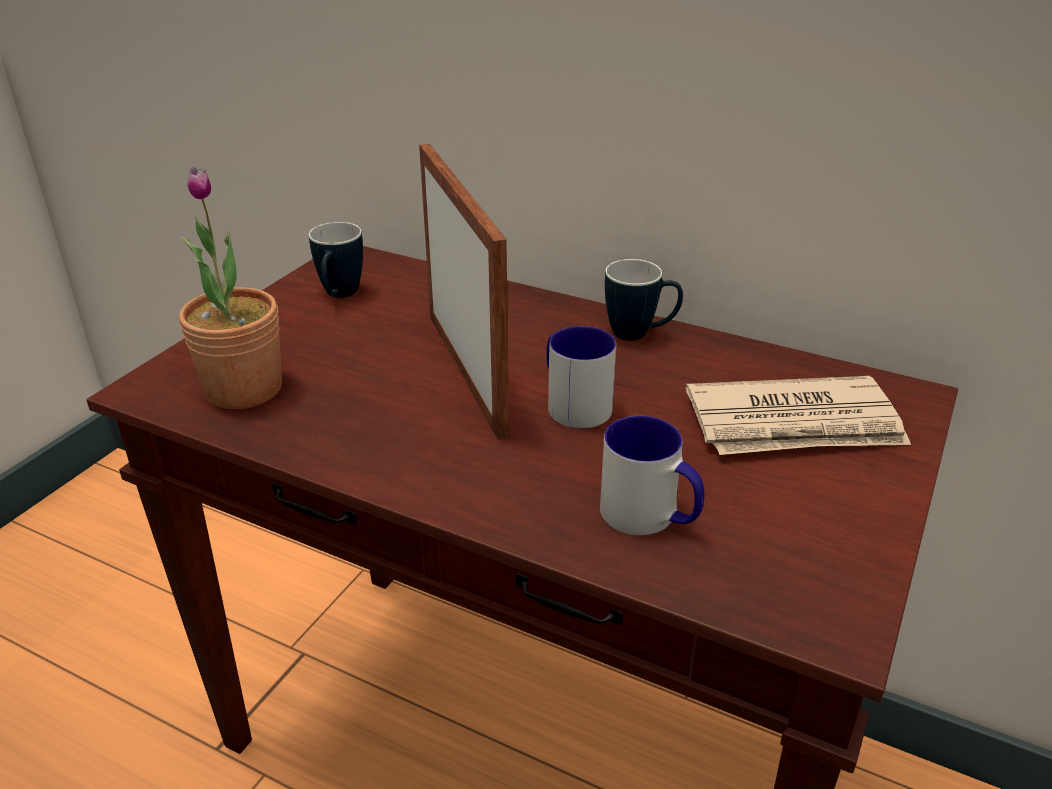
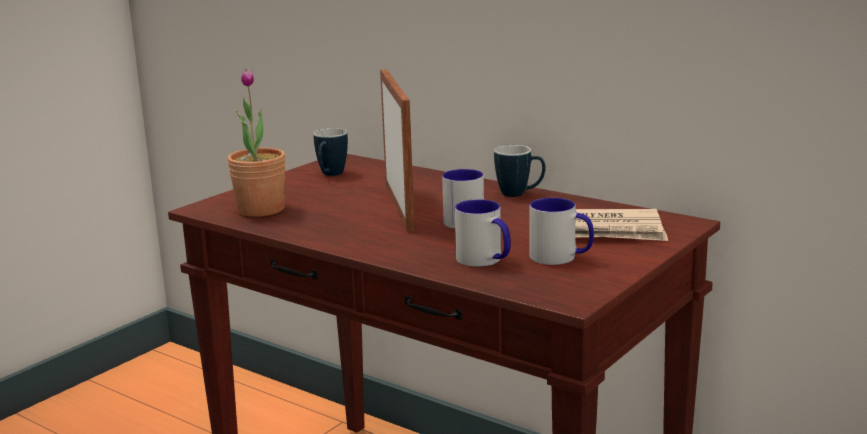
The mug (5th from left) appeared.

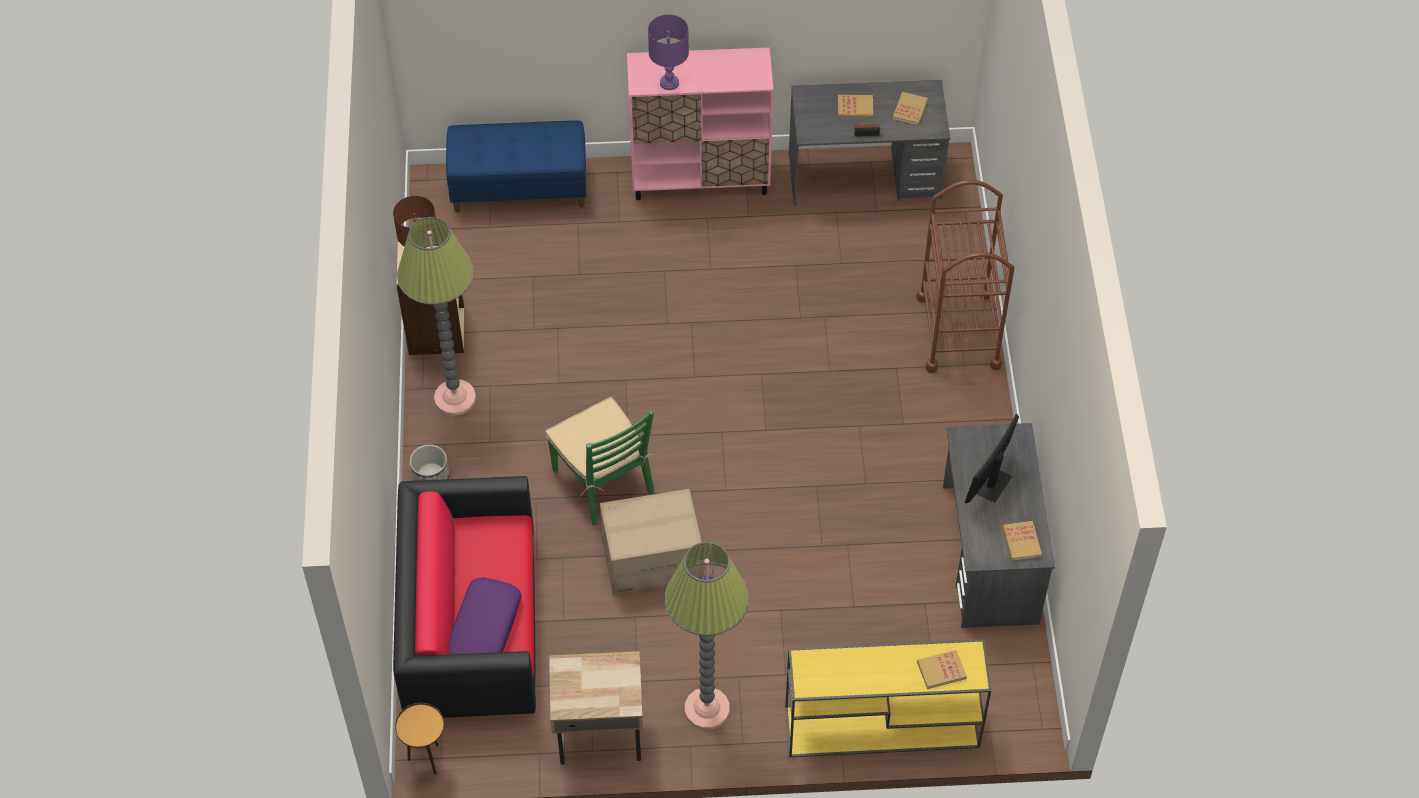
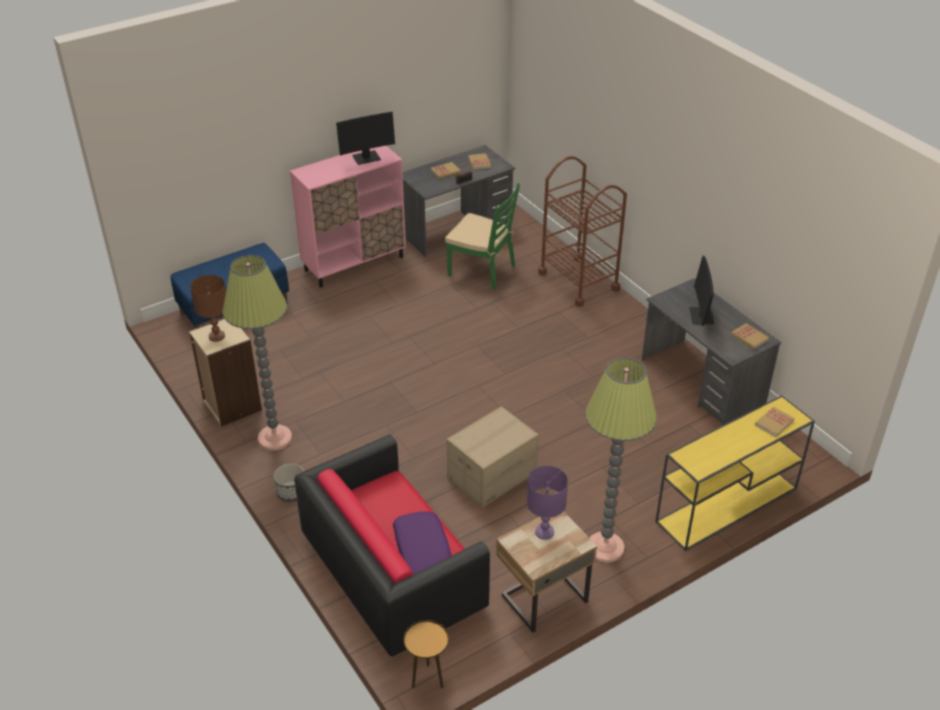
The écran d'ordinateur (1st from left) appeared.
The chaise [vert] moved.
The lampe de table [violet] moved.

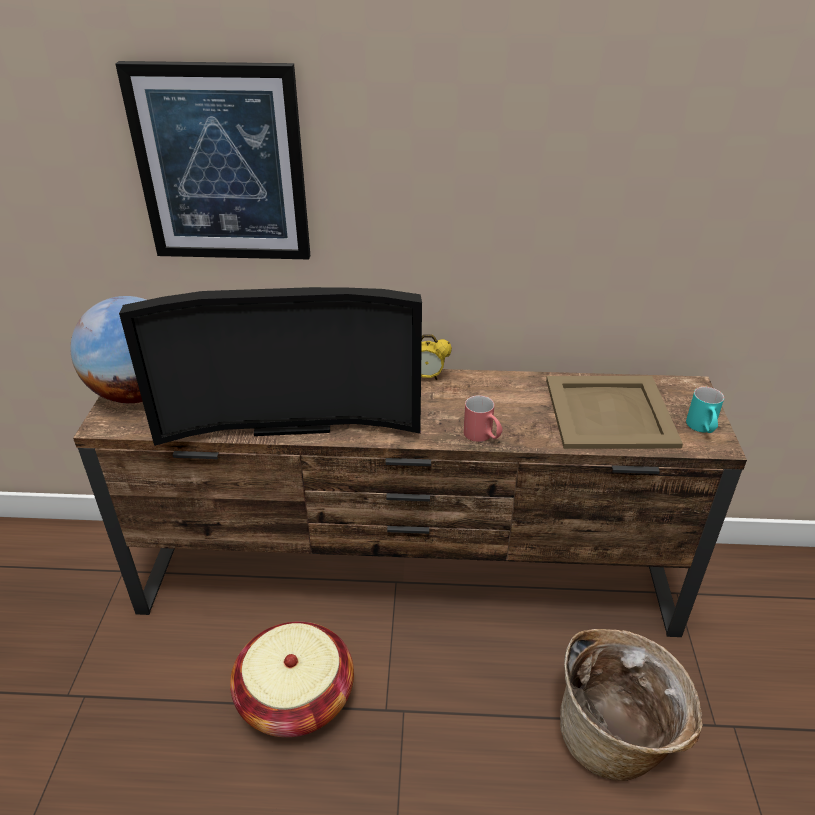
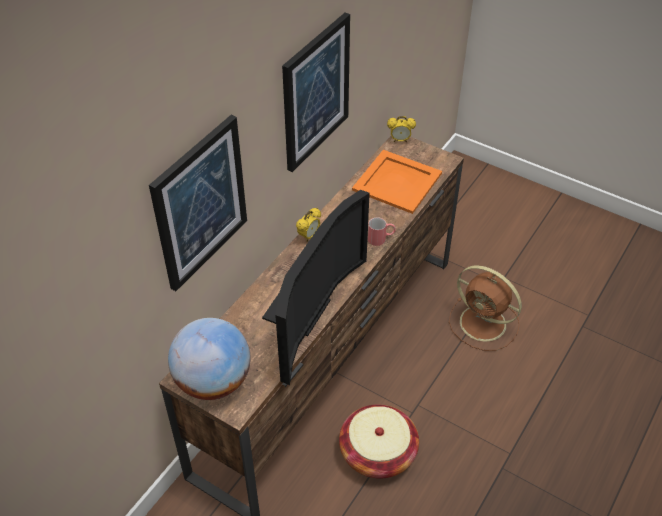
The mug [turquoise] disappeared.
The tableau (2nd from left) appeared.
The réveil (2nd from left) appeared.
The panier (2nd from left) was replaced by the ventilateur [marron].
The plateau [beige] became the plateau [orange].

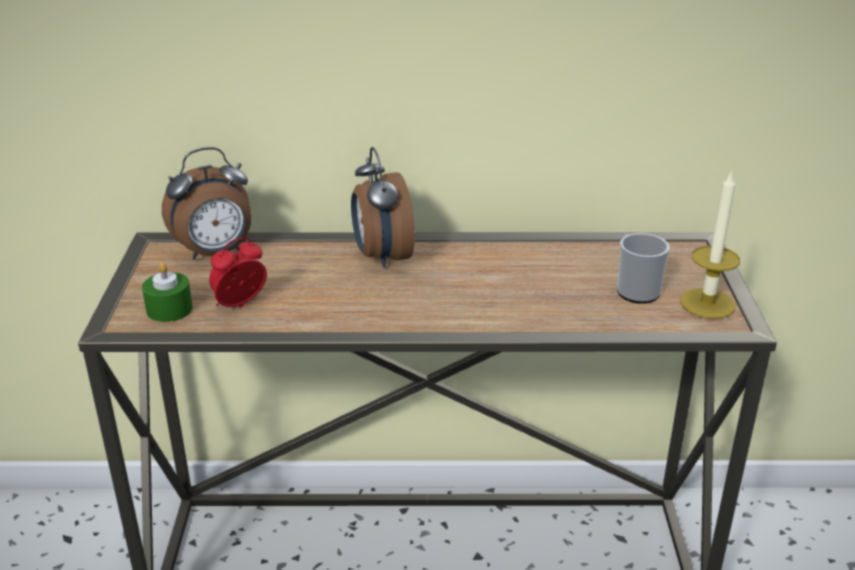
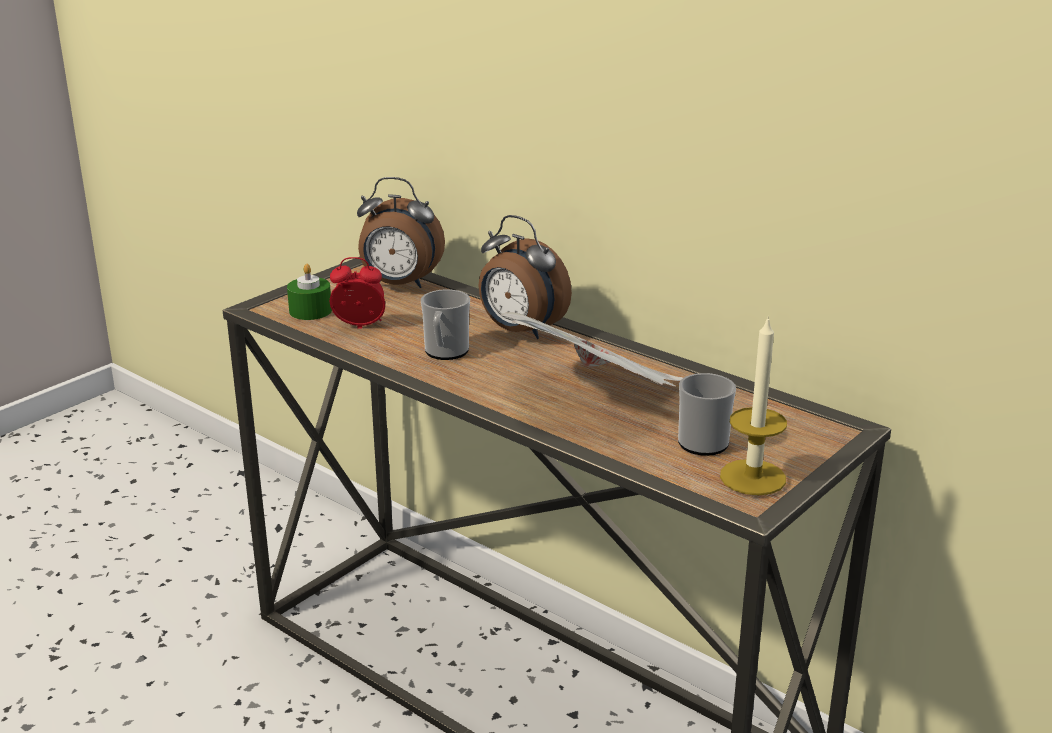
The mug (1st from left) appeared.
The journal appeared.
The réveil (3rd from left) turned 75 degrees counterclockwise.

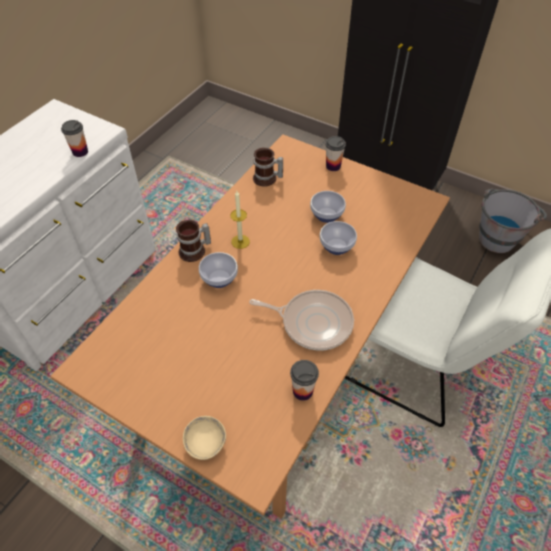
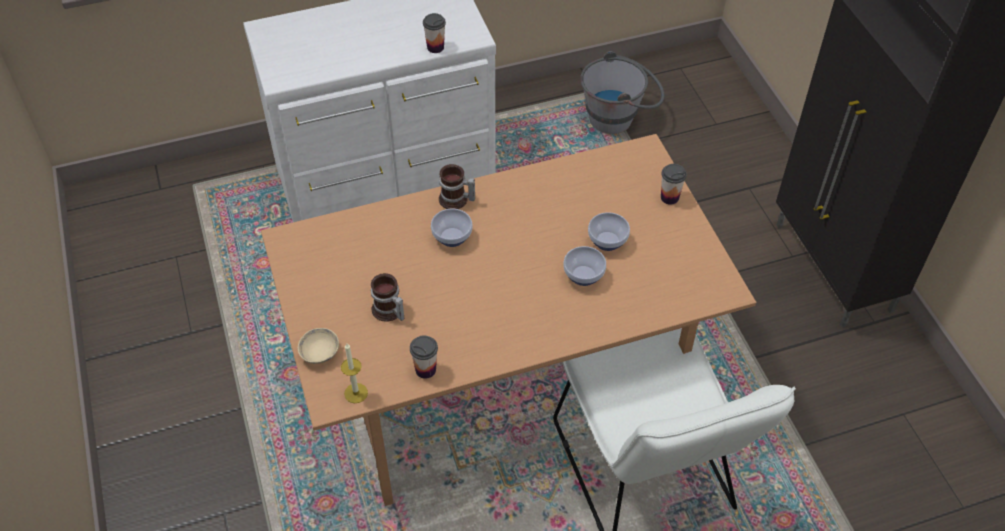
The poêle disappeared.
The bougie moved.
The mug (2nd from left in the first image) moved.
The seau [gris] moved.

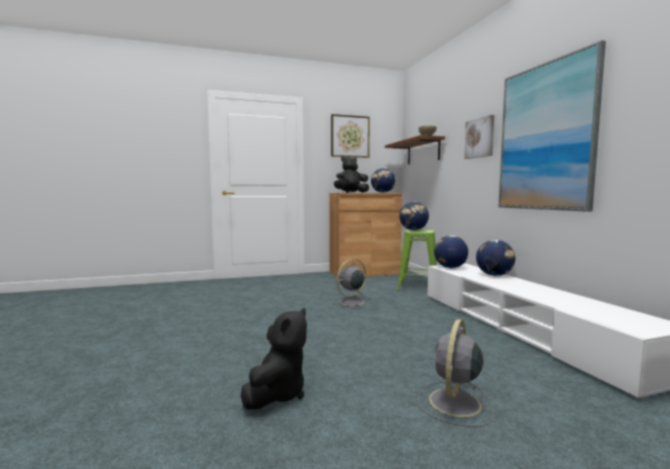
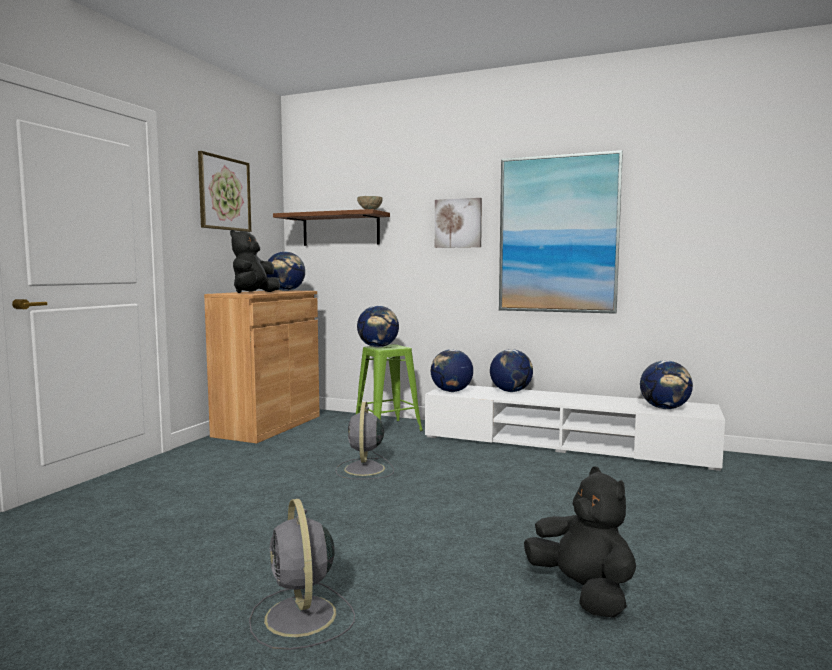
The globe (5th from left) appeared.
The ventilateur [gris] (2nd from left in the first image) moved.

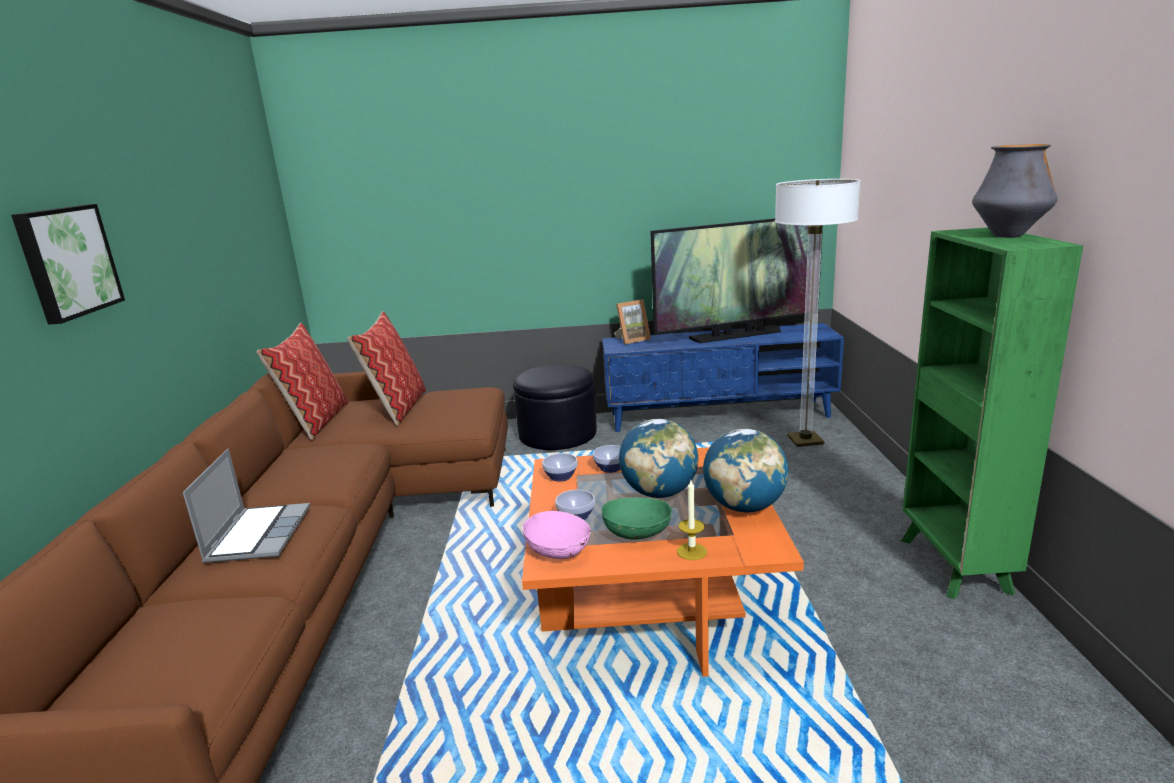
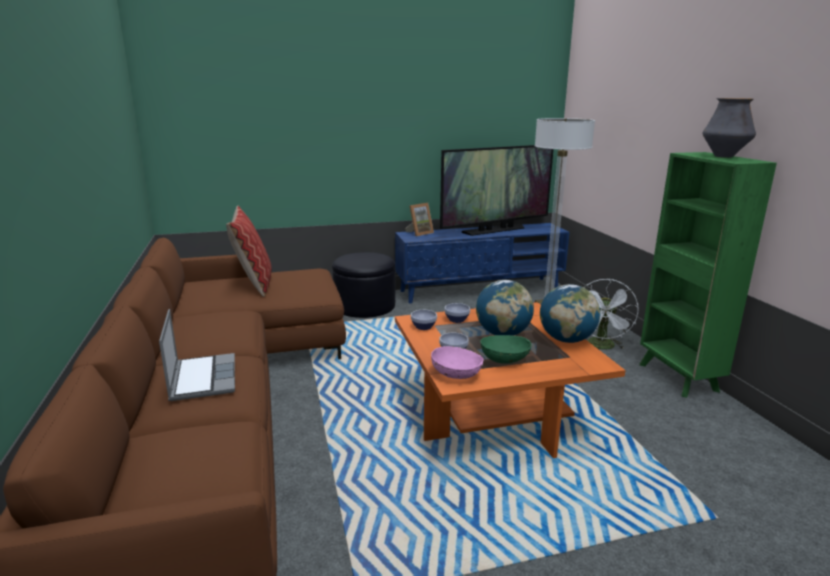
The tableau disappeared.
The coussin (1st from left) disappeared.
The bougie disappeared.
The ventilateur [blanc] appeared.

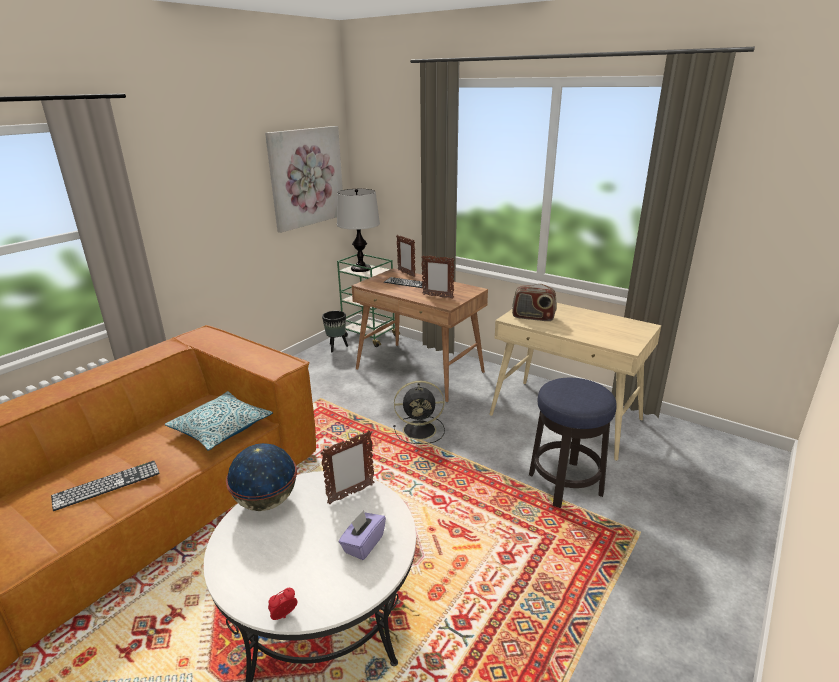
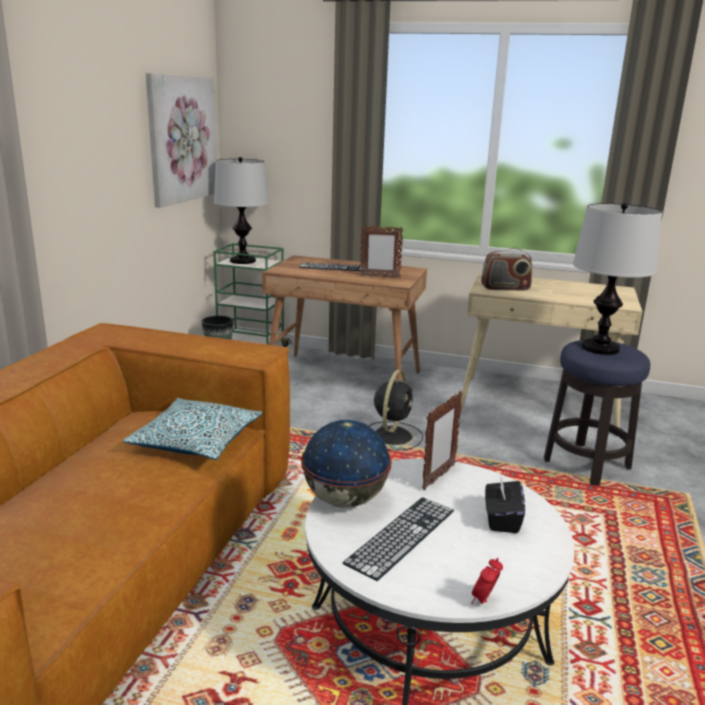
The cadre photo (2nd from left) disappeared.
The lampe de table (2nd from left) appeared.
The clavier (1st from left in the first image) moved.
The boîte à mouchoirs [violet] became the boîte à mouchoirs [noir].
The ventilateur [noir] turned 45 degrees counterclockwise.

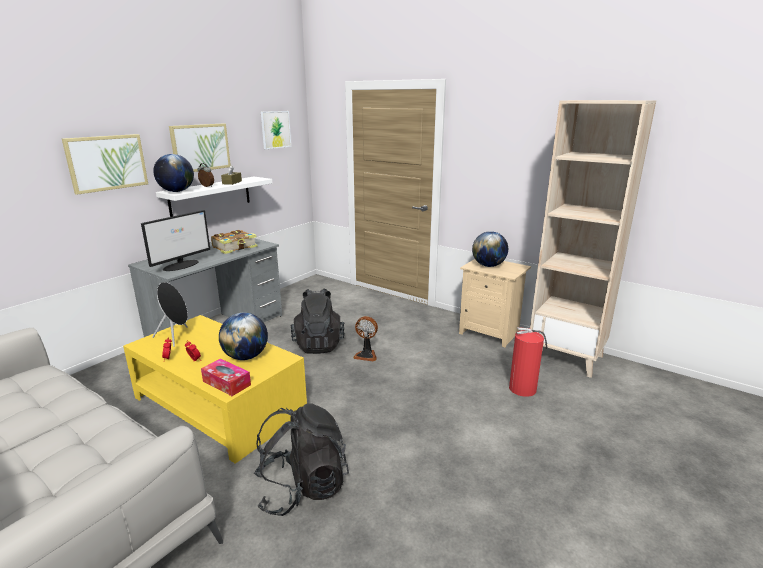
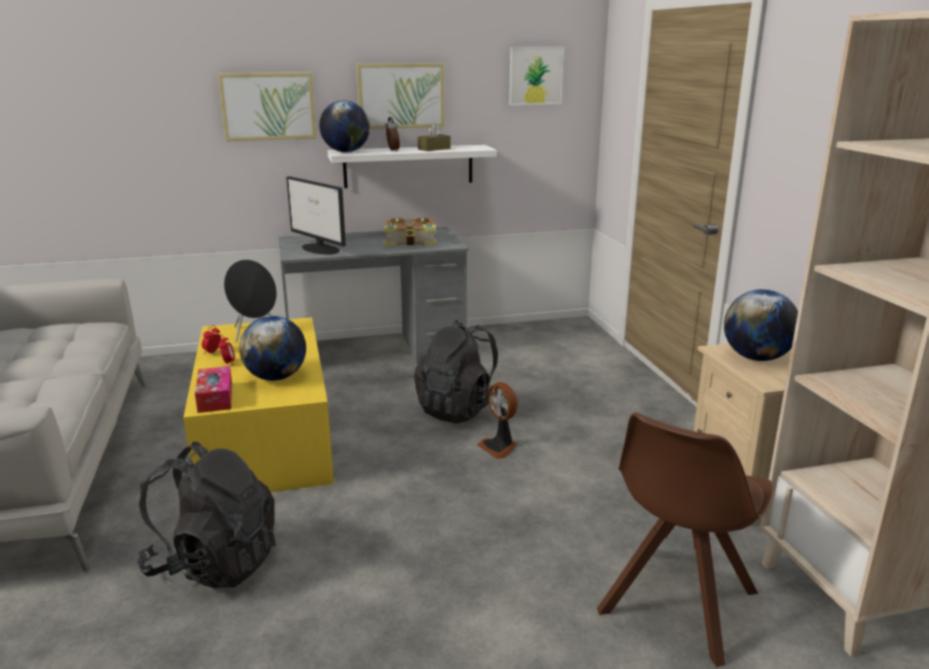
The extincteur was replaced by the chaise [marron].
The écran d'ordinateur turned 60 degrees clockwise.

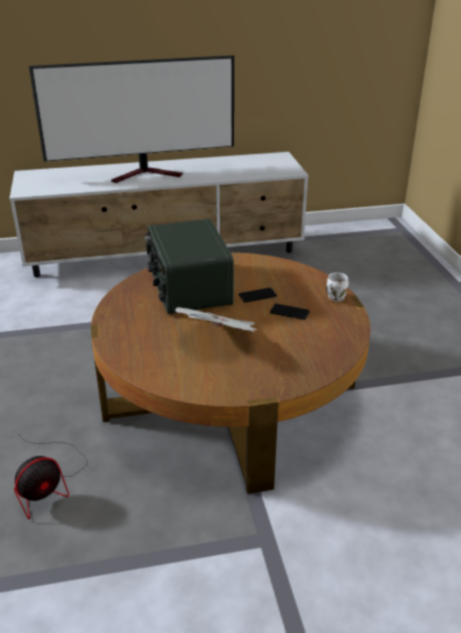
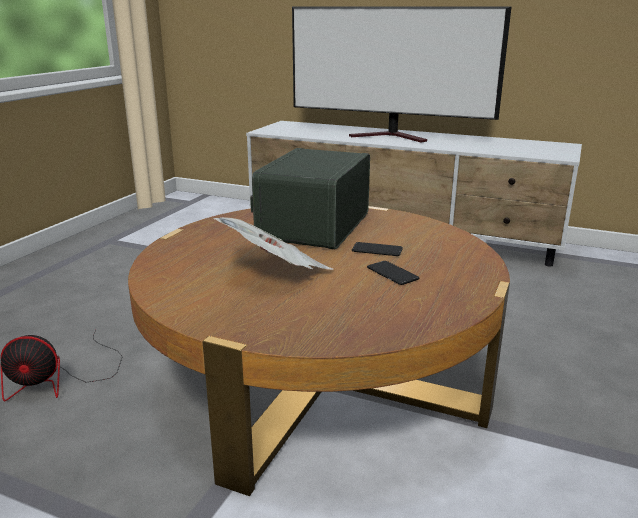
The mug [blanc] disappeared.

